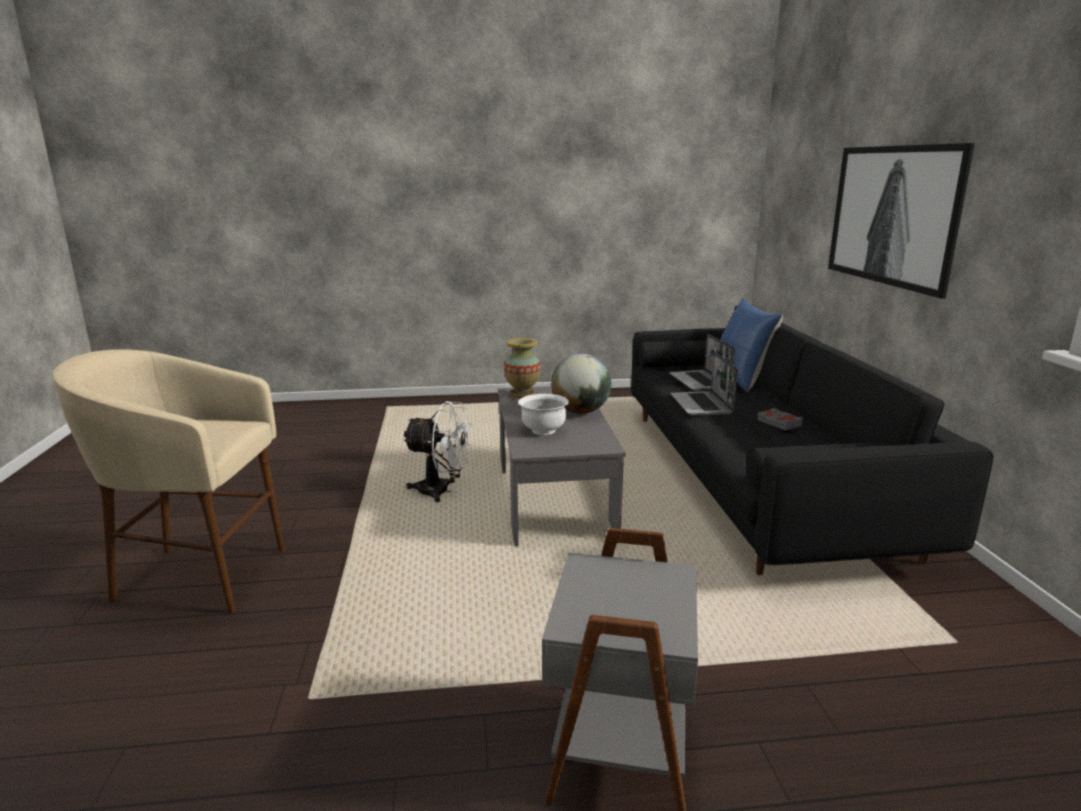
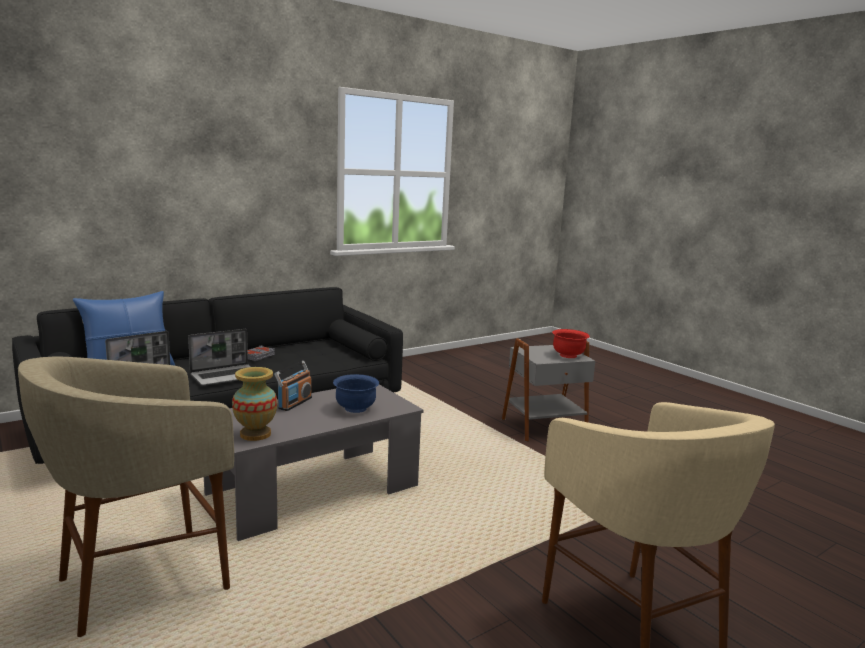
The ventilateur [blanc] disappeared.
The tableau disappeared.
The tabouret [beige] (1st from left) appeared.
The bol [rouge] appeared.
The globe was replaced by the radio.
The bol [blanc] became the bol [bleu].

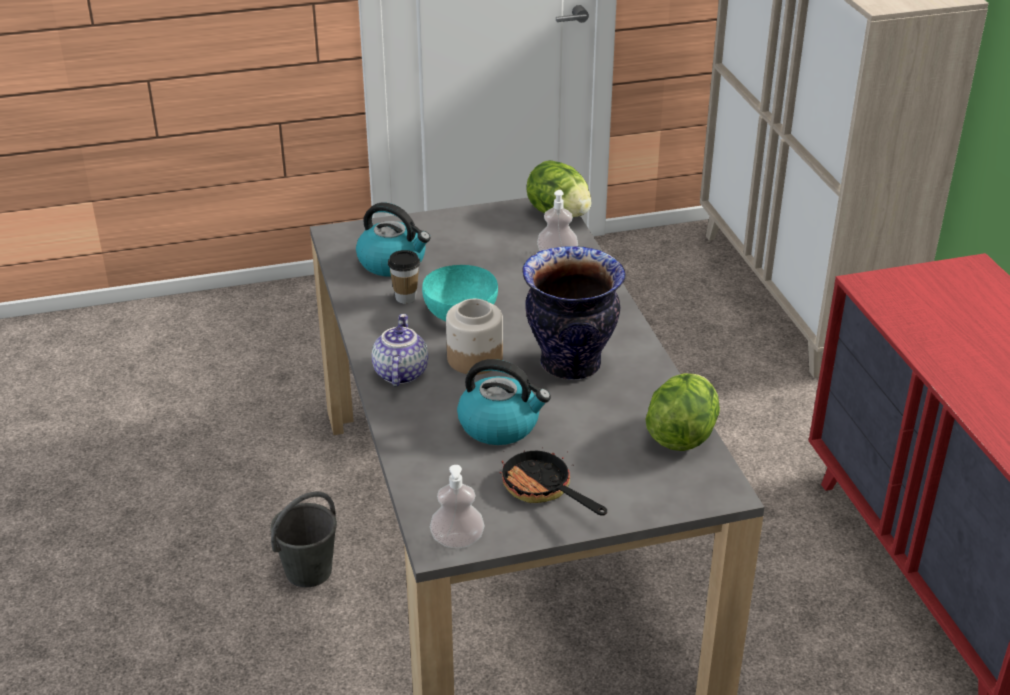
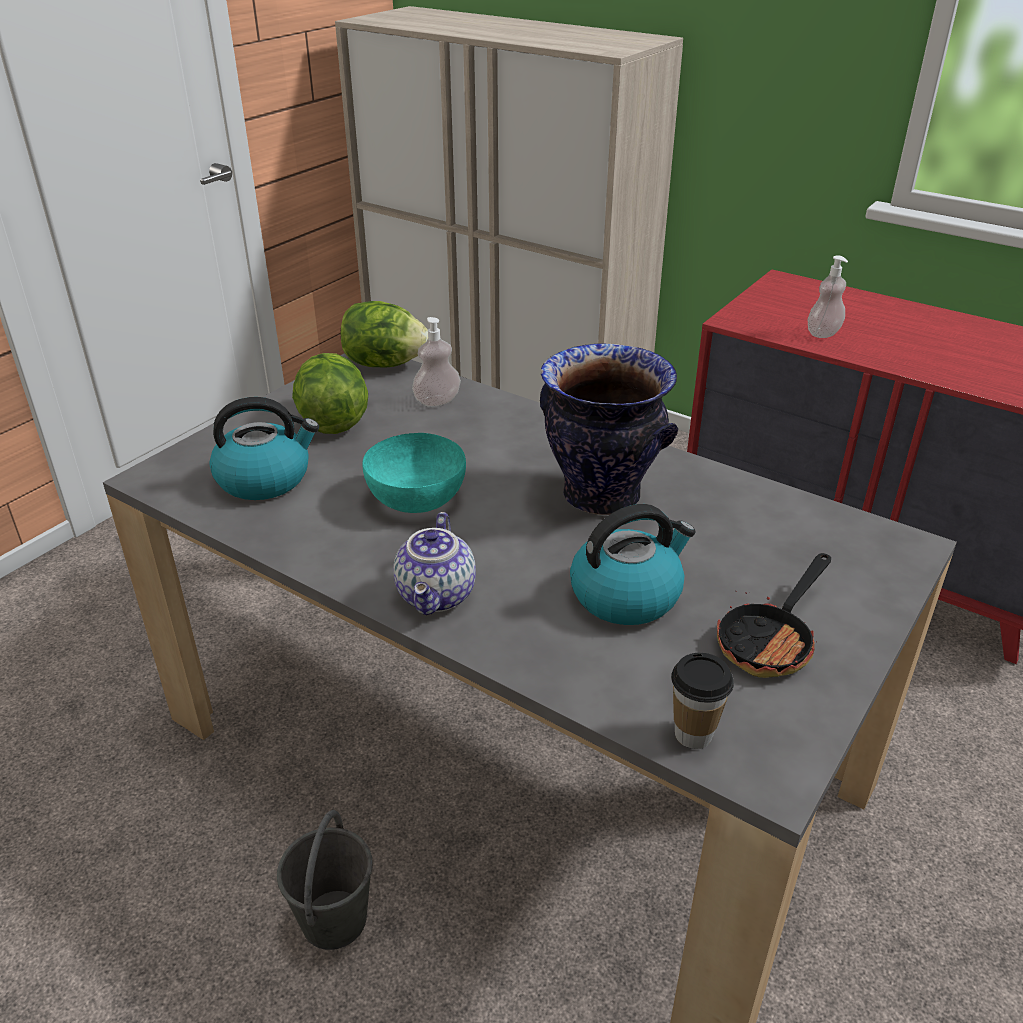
The bocal disappeared.
The tasse moved.
The distributeur de savon (1st from left in the first image) moved.
The laitue (2nd from left in the first image) moved.
The théière turned 135 degrees counterclockwise.
The poêle turned 60 degrees counterclockwise.

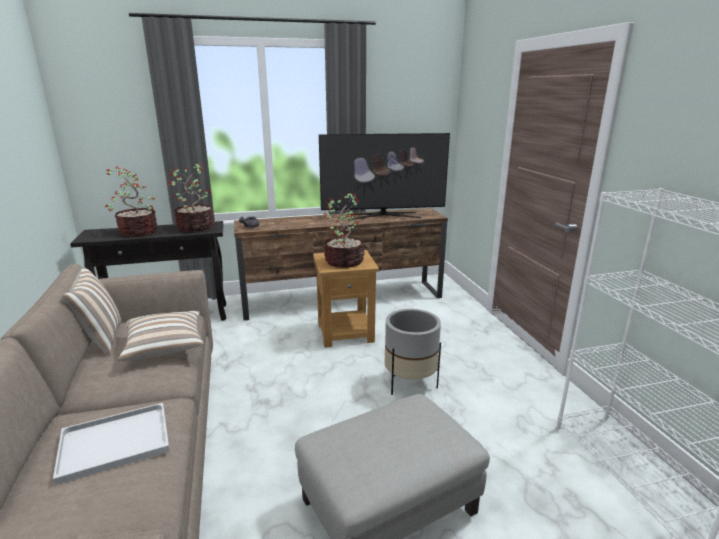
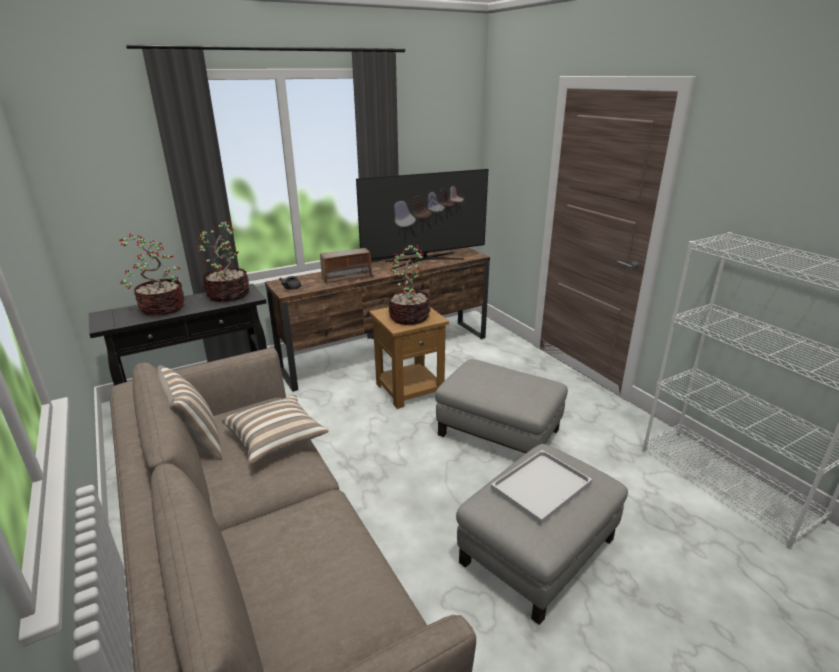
The radio appeared.
The plateau [blanc] moved.
The cache-pot [gris] was replaced by the pouf [gris] (1st from left).

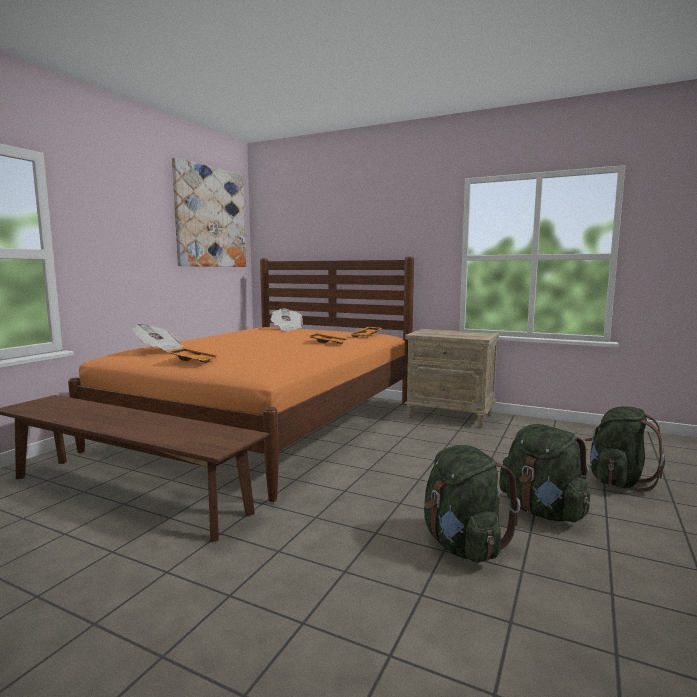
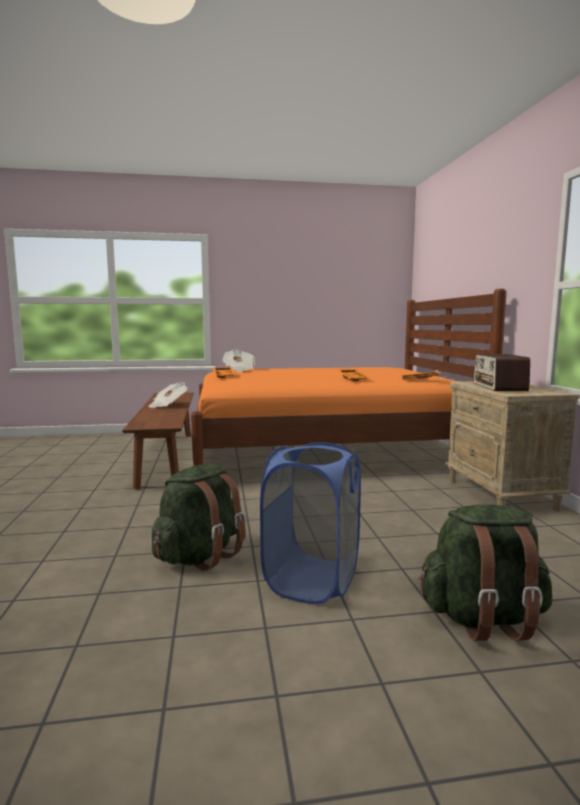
The tableau disappeared.
The radio appeared.
The journal (2nd from left in the first image) moved.
The sac à dos [vert] (2nd from left) was replaced by the panier à linge [bleu].

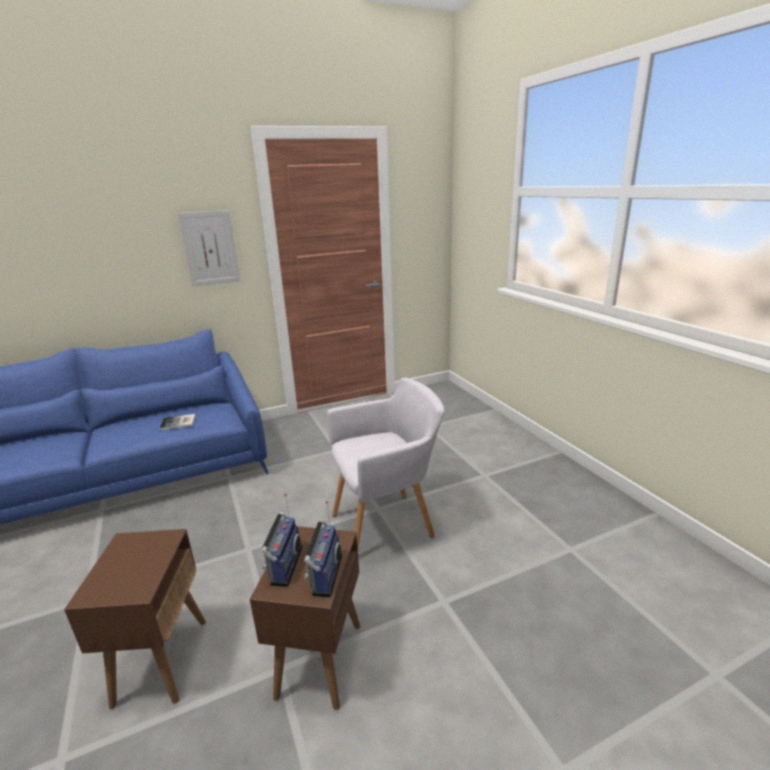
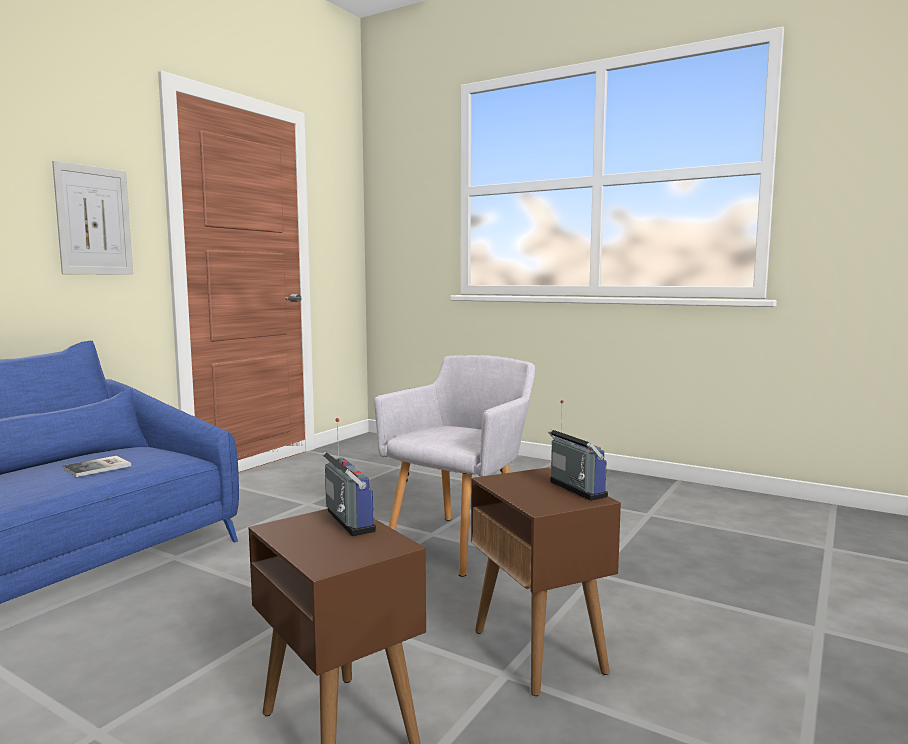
The radio (1st from left) moved.

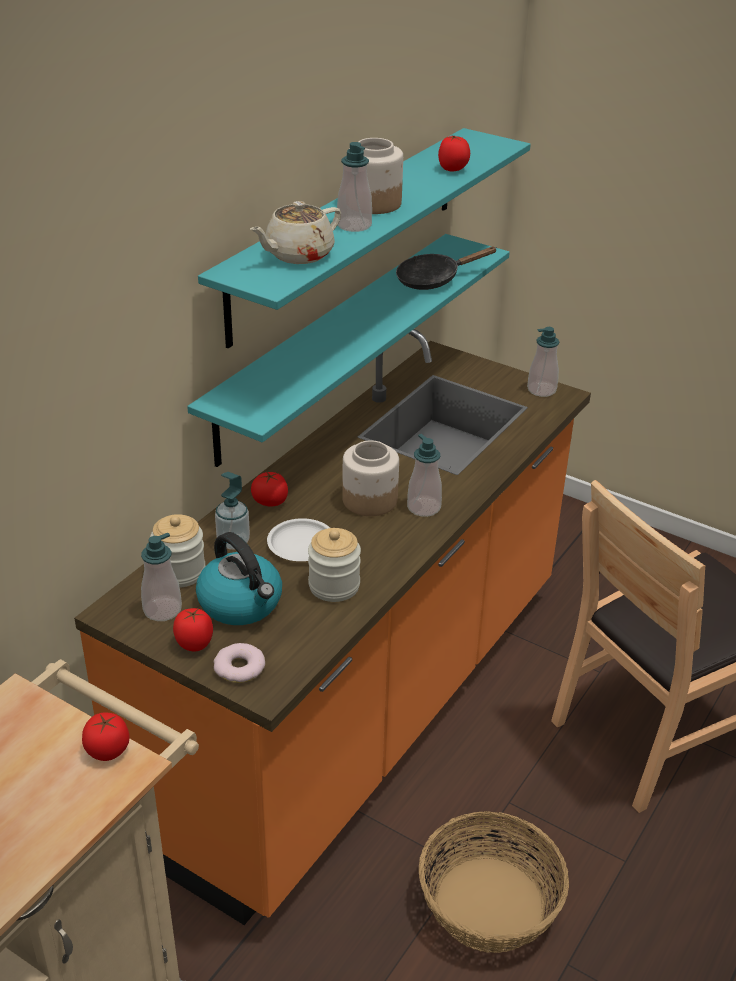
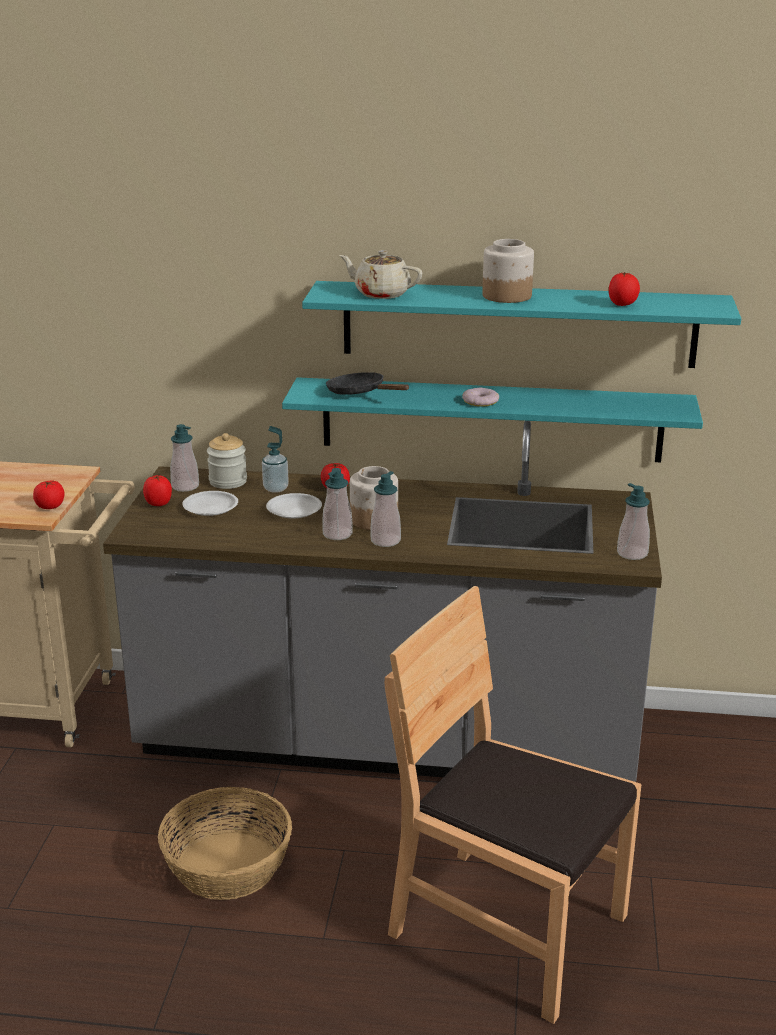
The bocal (2nd from left) disappeared.
The beignet moved.
The distributeur de savon (3rd from left) moved.
The poêle [noir] moved.
The bouilloire was replaced by the assiette [blanc] (1st from left).
The comptoir de cuisine [orange] became the comptoir de cuisine [gris].

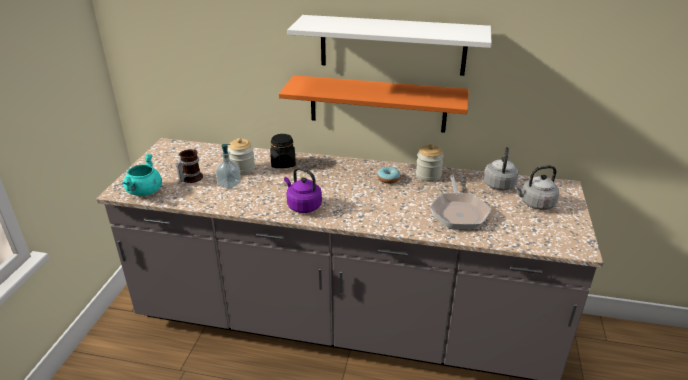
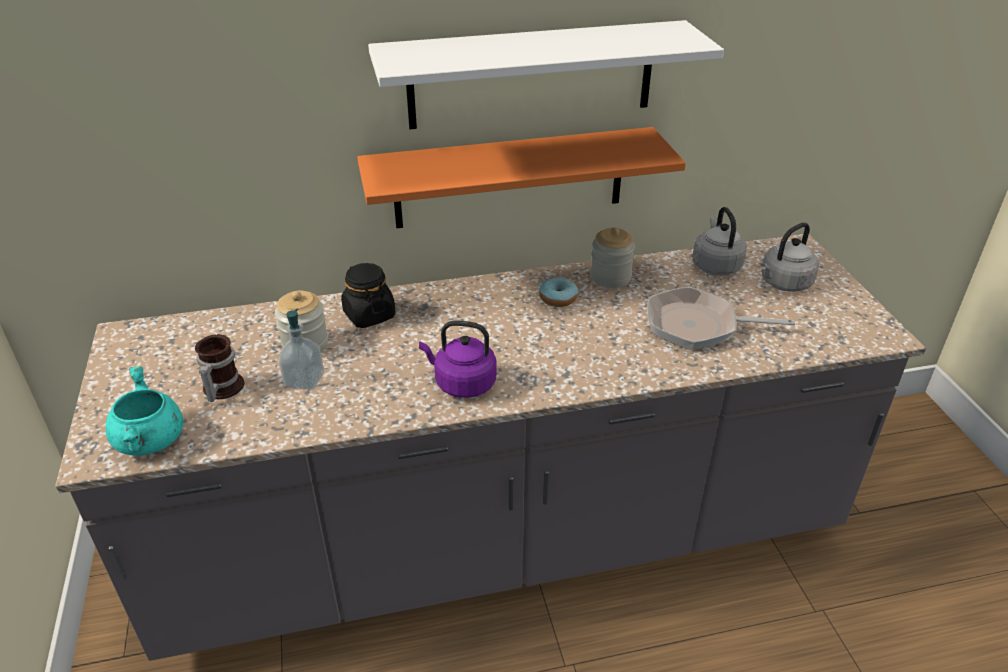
The poêle turned 120 degrees clockwise.

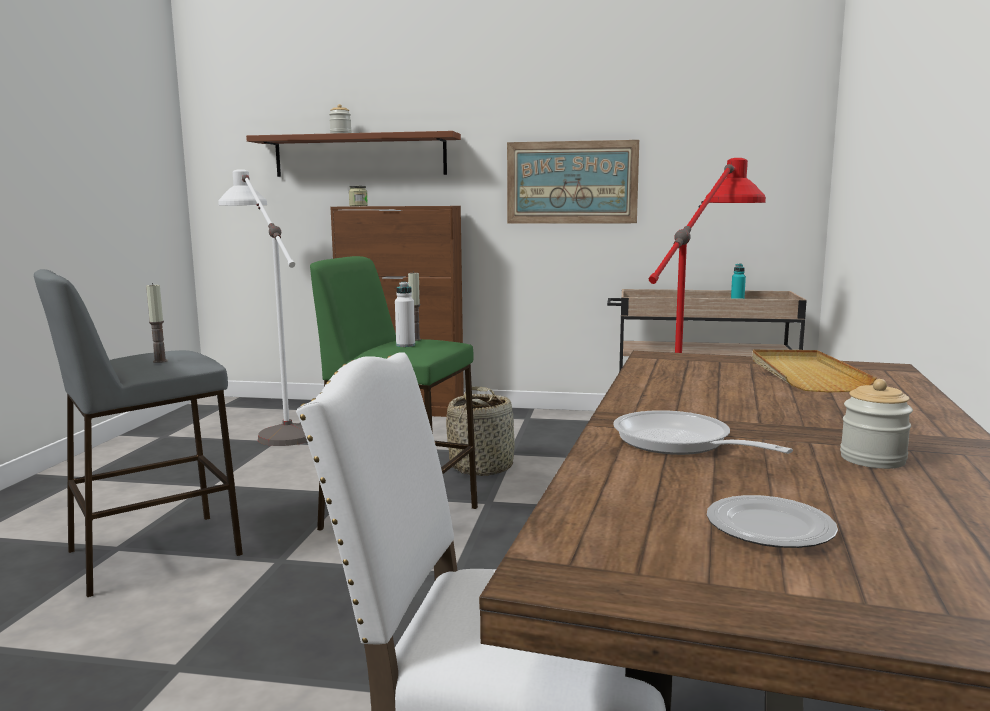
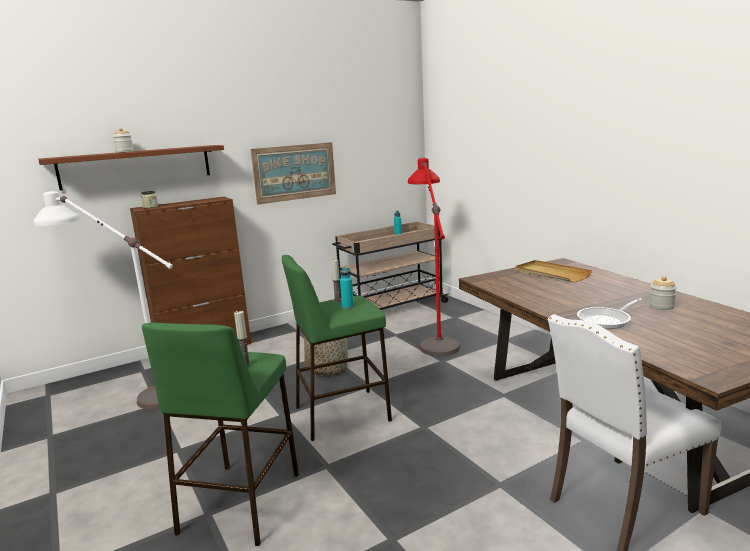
The assiette disappeared.
The tabouret [gris] became the tabouret [vert] (1st from left).
The bouteille [blanc] became the bouteille [turquoise] (1st from left).
The poêle turned 45 degrees counterclockwise.

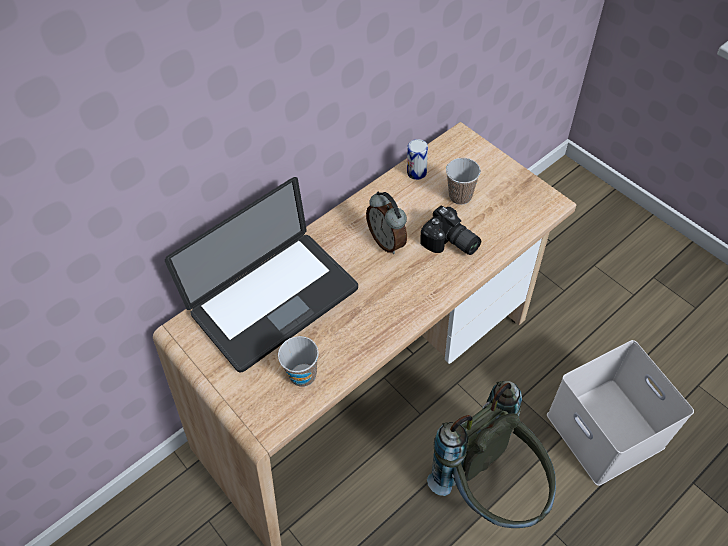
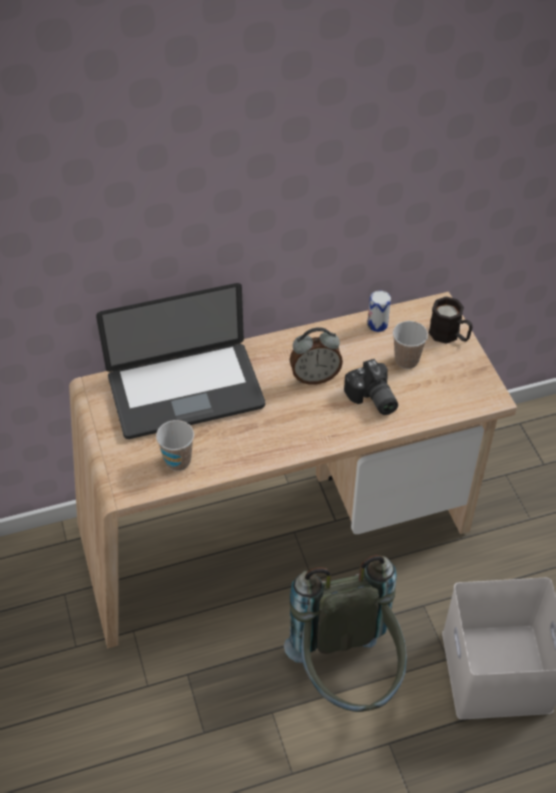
The mug [noir] appeared.
The réveil turned 90 degrees counterclockwise.

